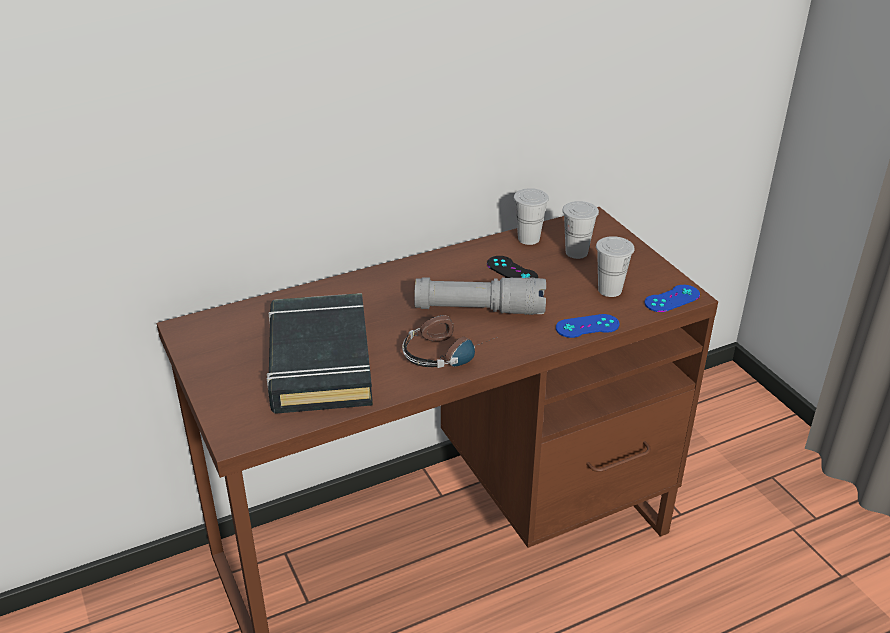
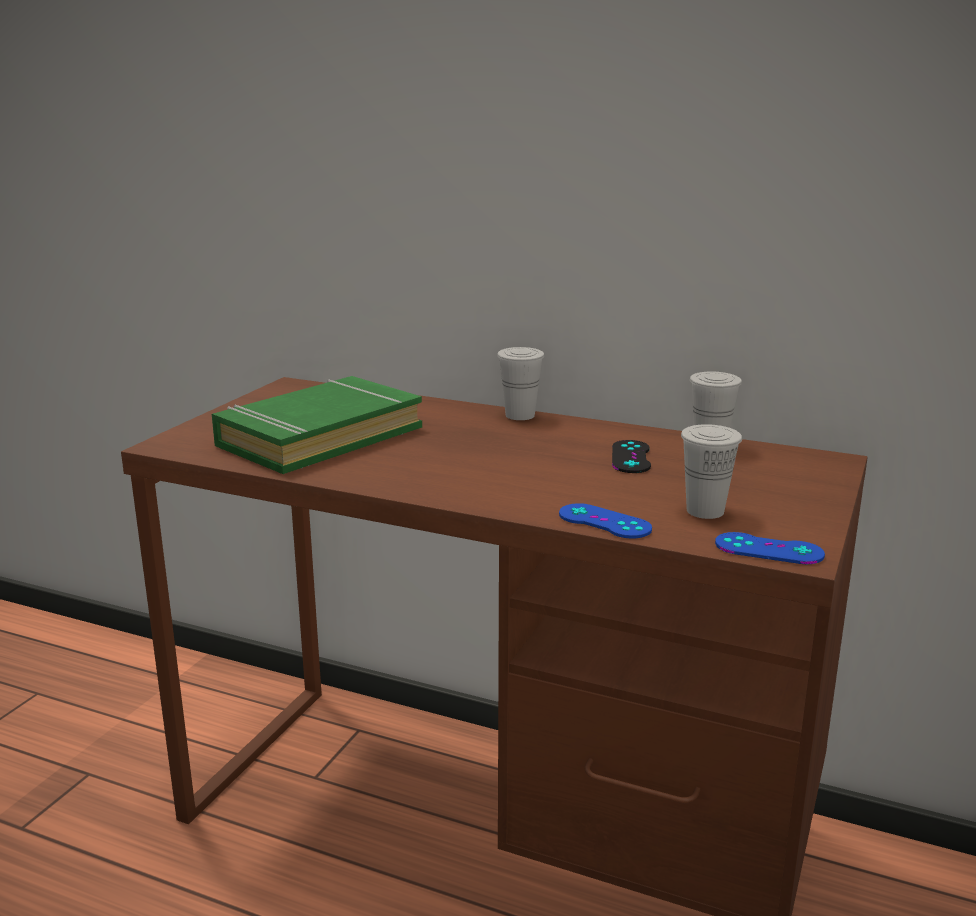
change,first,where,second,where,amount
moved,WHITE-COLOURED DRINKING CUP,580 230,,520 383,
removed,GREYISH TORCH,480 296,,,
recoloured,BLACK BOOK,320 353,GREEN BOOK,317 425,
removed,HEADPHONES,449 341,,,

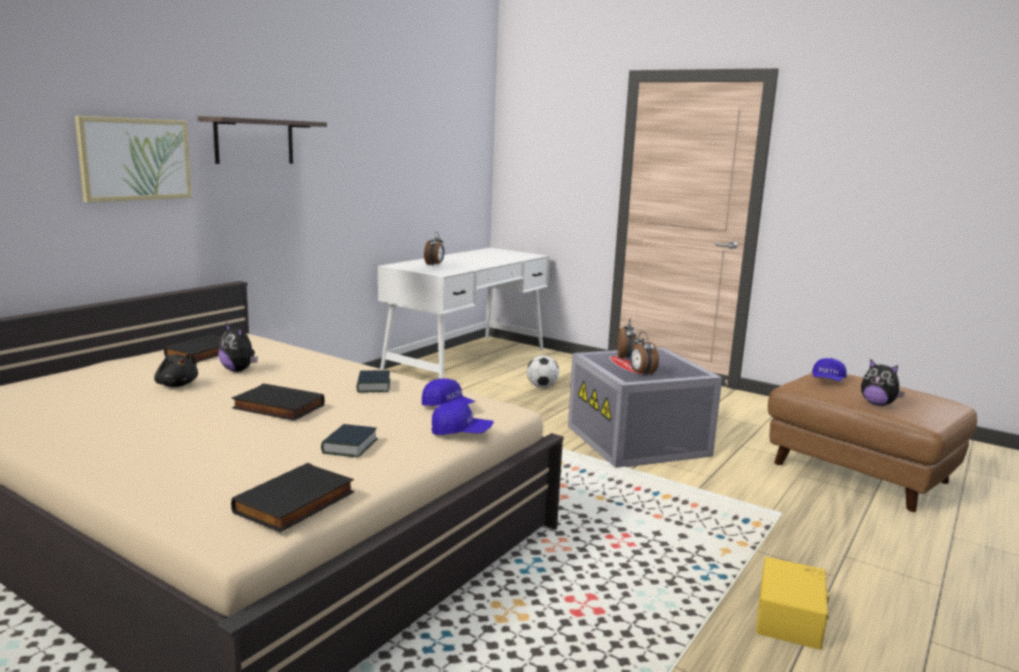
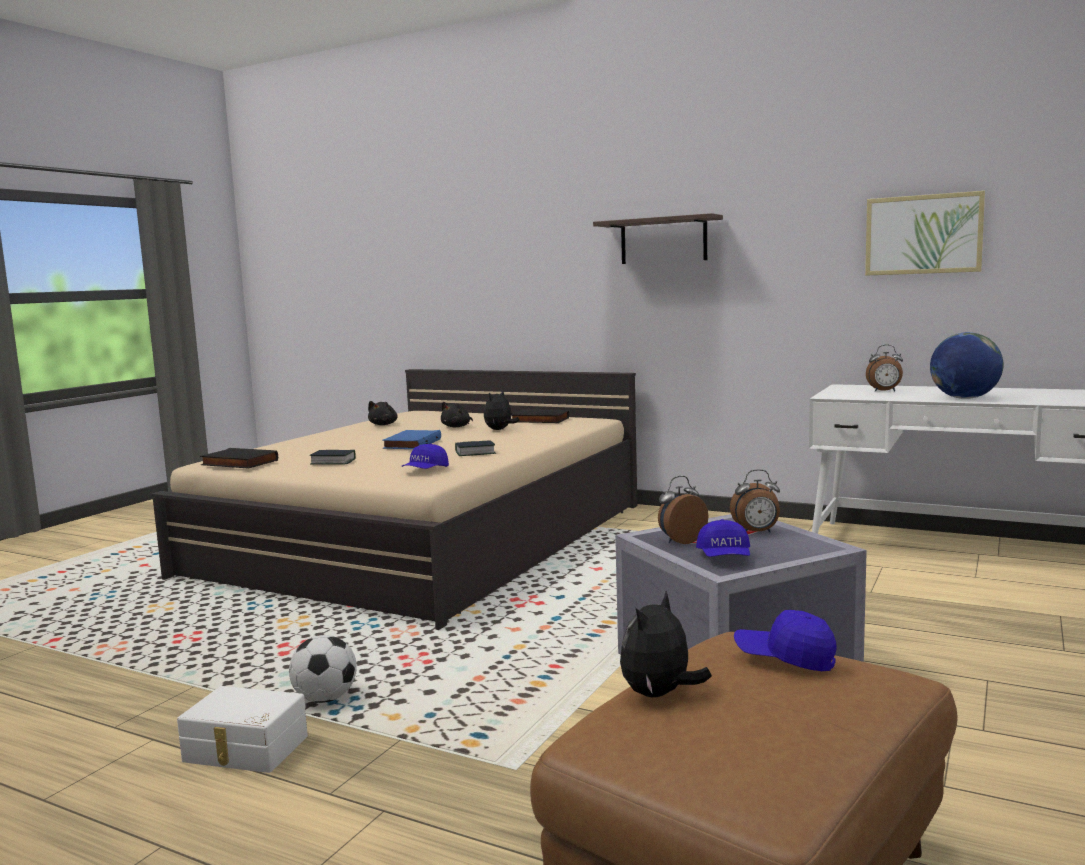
change,first,where,second,where,amount
moved,WALL PICTURE,133 159,,925 233,
moved,BALL FOR FOOTBALL,543 371,,323 669,
recoloured,BLACK BOOK,278 402,BLUISH BOOK,411 439,
moved,BLUISH CAP,463 418,,723 538,
recoloured,YELLOW-COLOURED STORAGE BOX,792 603,WHITE-COLOURED STORAGE BOX,242 729,
added,,,GLOBE,967 365,
added,,,BLACK CUDDLY TOY,383 413,

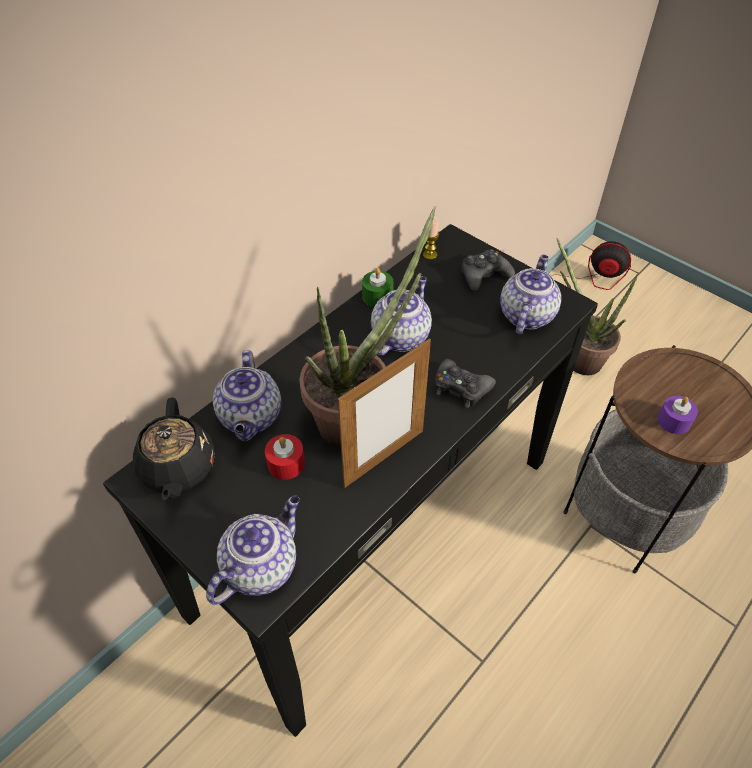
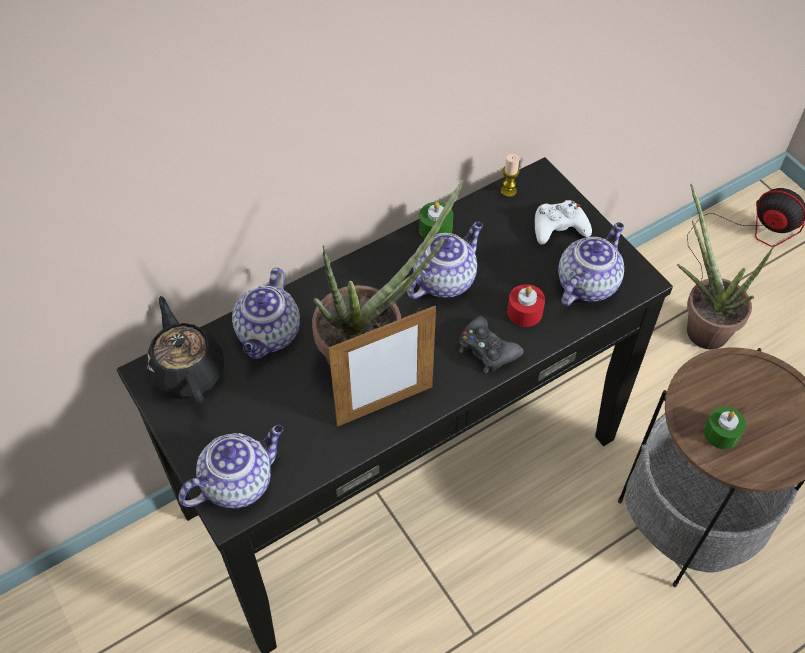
change,first,where,second,where,amount
recoloured,BLACK GAME CONTROLLER,488 270,WHITE-COLOURED GAME CONTROLLER,563 222,
recoloured,PURPLISH WAX CANDLE,678 415,GREEN WAX CANDLE,725 428,
turned,BLACK TEAPOT,174 448,,184 350,150 degrees clockwise
moved,RED WAX CANDLE,285 457,,526 305,

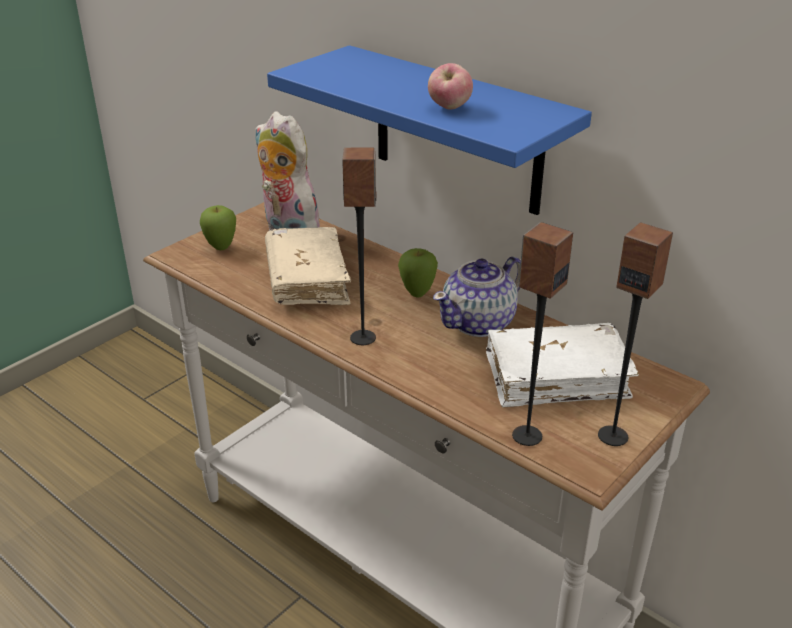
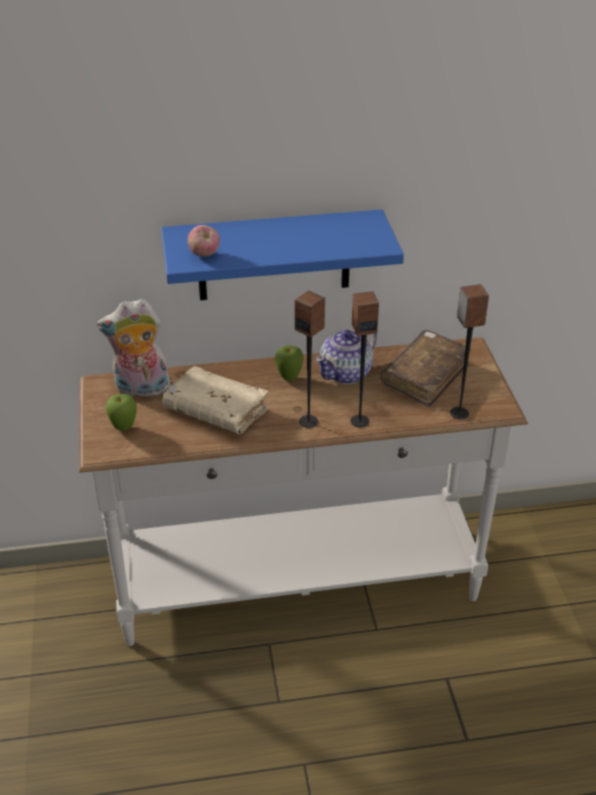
change,first,where,second,where,amount
moved,WHOLE APPLE,450 86,,204 241,
moved,AUDIO SPEAKER,635 334,,364 359,
turned,TEAPOT,477 296,,346 356,45 degrees clockwise
recoloured,WHITE-COLOURED BOOK,562 365,BROWN BOOK,426 369,

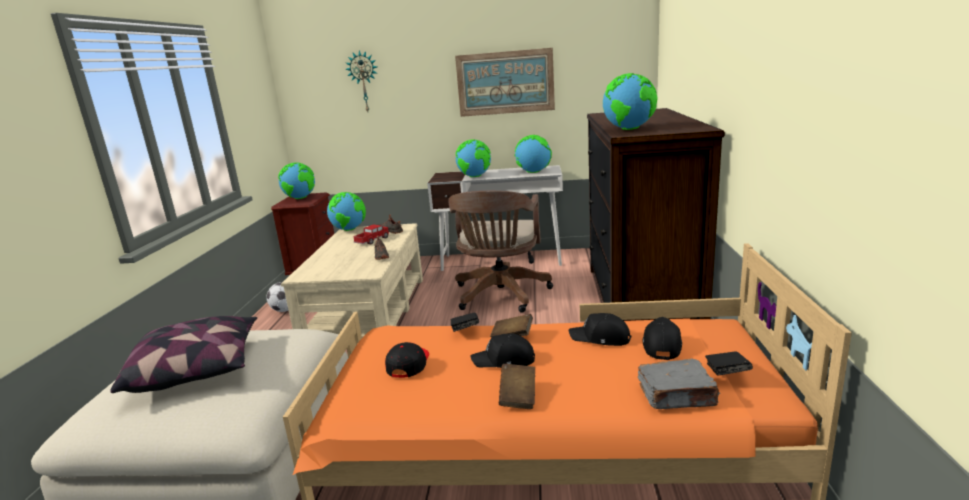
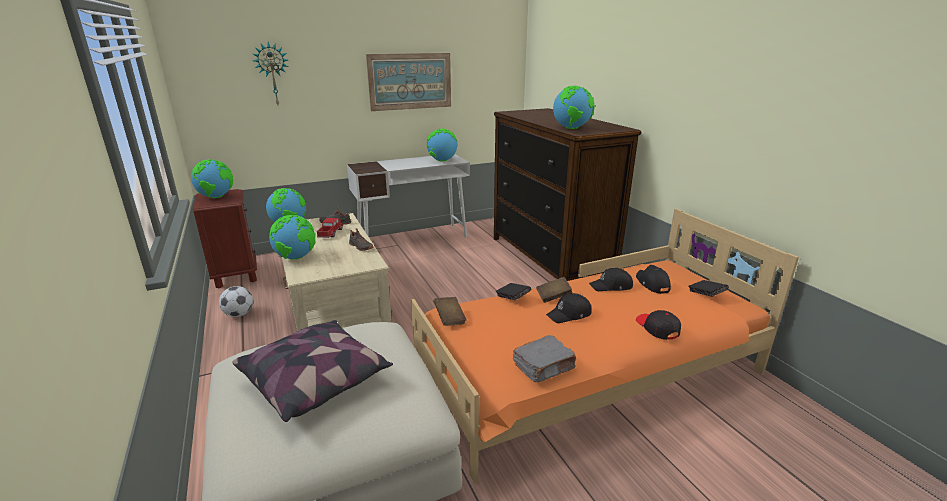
change,first,where,second,where,amount
moved,GLOBE,473 158,,292 237,
removed,BROWN COMPUTER CHAIR,500 252,,,
moved,BLACK CAP,407 360,,658 325,
moved,GREYISH BOOK,679 383,,544 358,
moved,BROWN BOOK,517 386,,450 311,

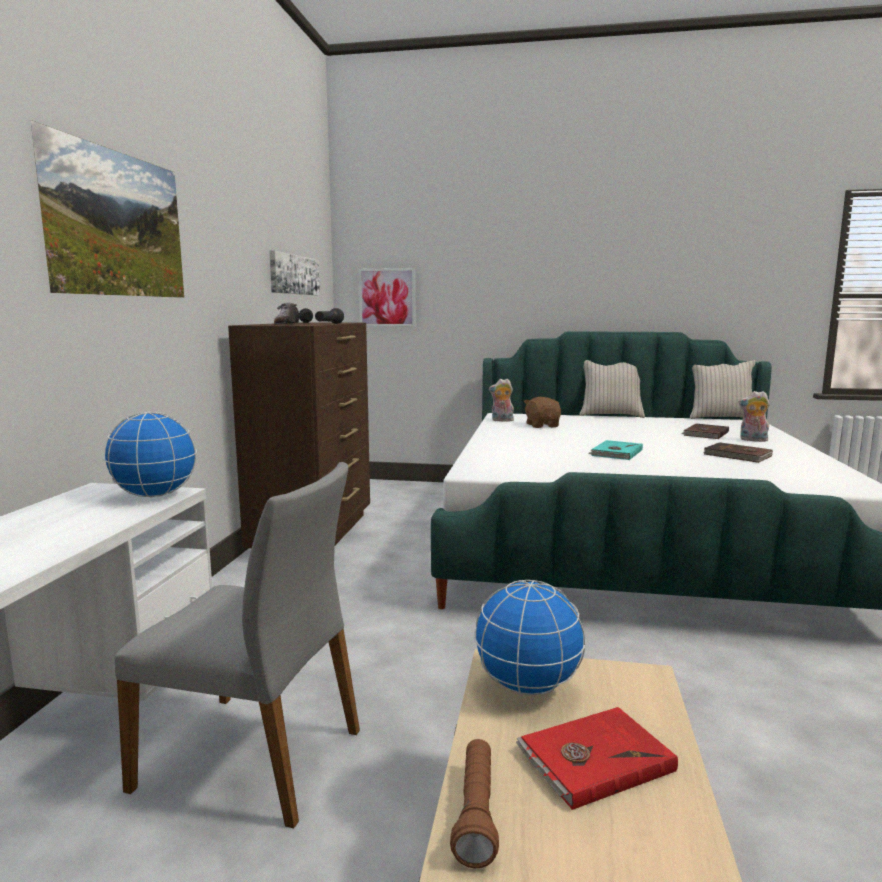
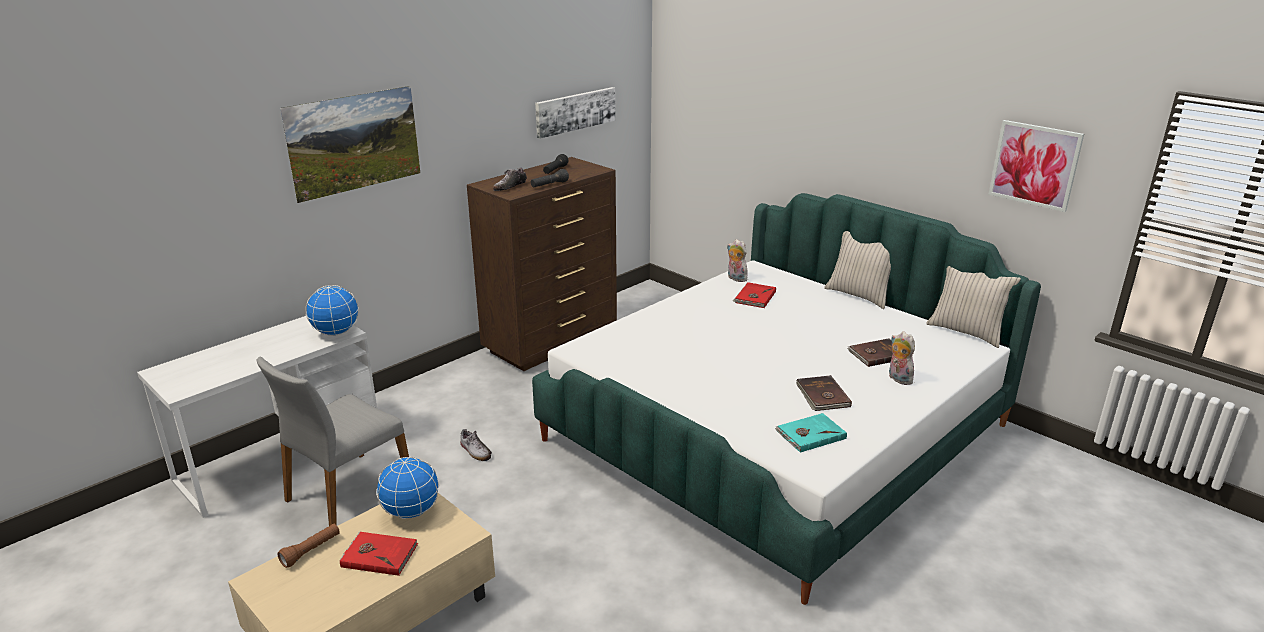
change,first,where,second,where,amount
moved,WALL PICTURE,387 297,,1036 166,
replaced,BROWN CUDDLY TOY,542 412,RED BOOK,754 295,
moved,BLUE-GREEN BOOK,615 450,,811 433,
turned,GREYISH PLAIN CHAIR,237 645,,333 441,75 degrees clockwise
added,,,ITEM OF FOOTWEAR,476 445,

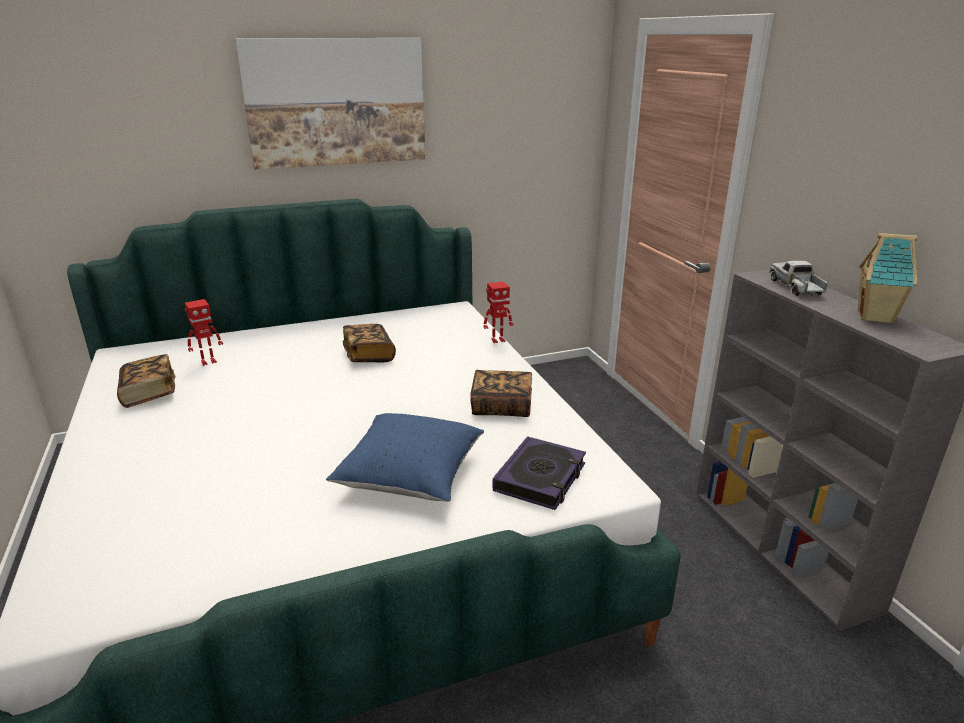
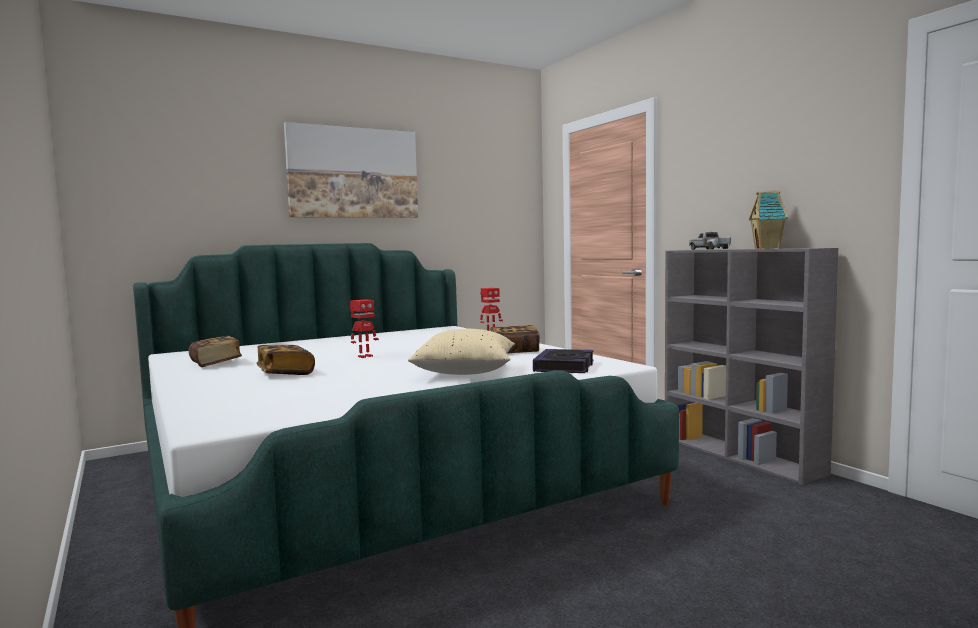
change,first,where,second,where,amount
moved,MODEL ROBOT,204 332,,364 328,
moved,BOOK,369 343,,286 360,
recoloured,BLUISH THROW PILLOW,405 457,SAND-COLOURED THROW PILLOW,461 352,

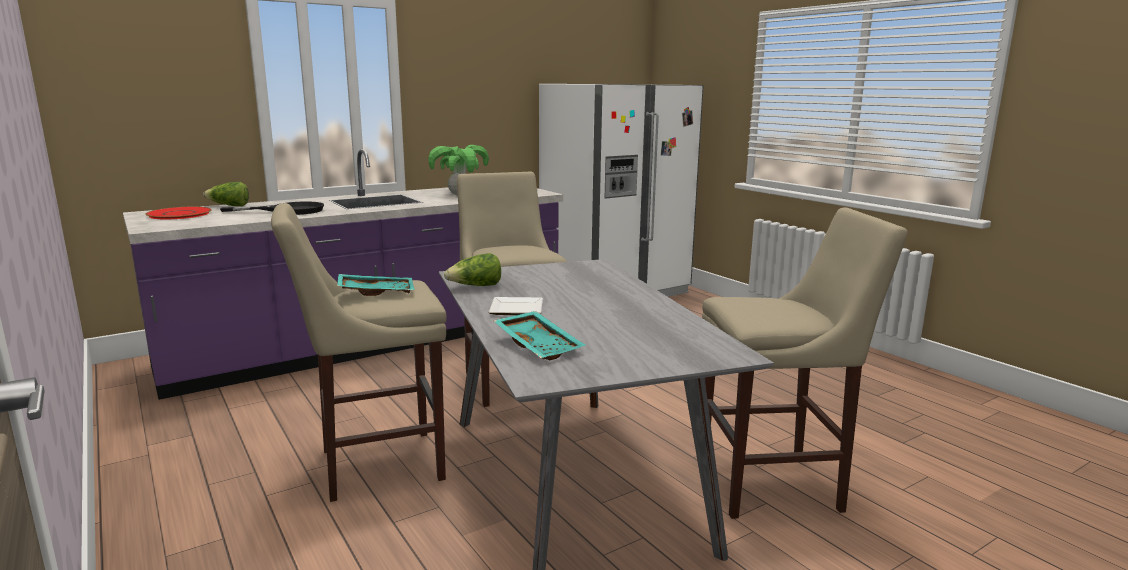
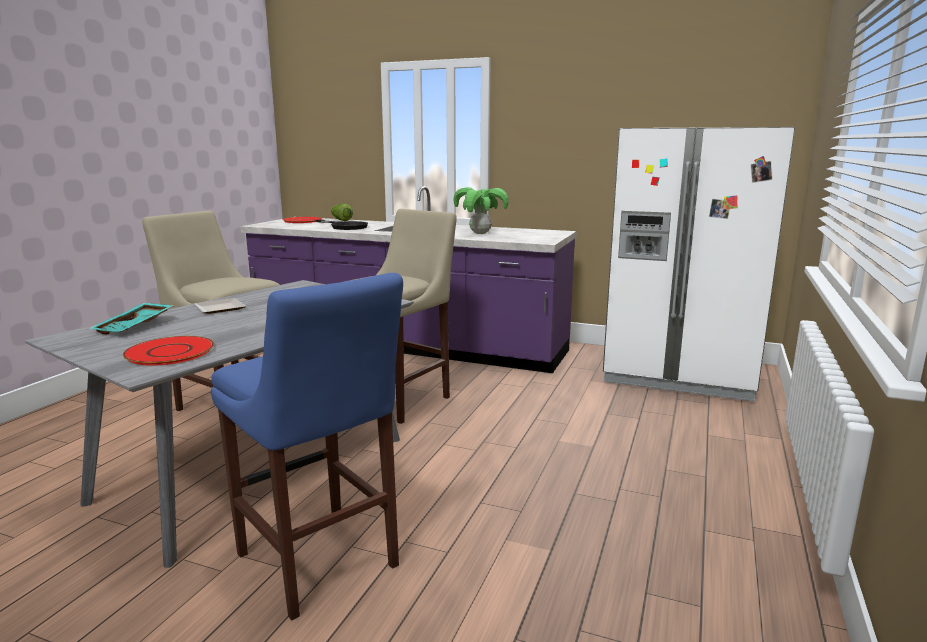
change,first,where,second,where,amount
recoloured,SAND-COLOURED STOOL SEAT,805 363,BLUISH STOOL SEAT,307 447,
removed,LETTUCE,472 269,,,
removed,BLUE-GREEN CARRYING TRAY,375 285,,,
added,,,RED PLATE,168 351,

